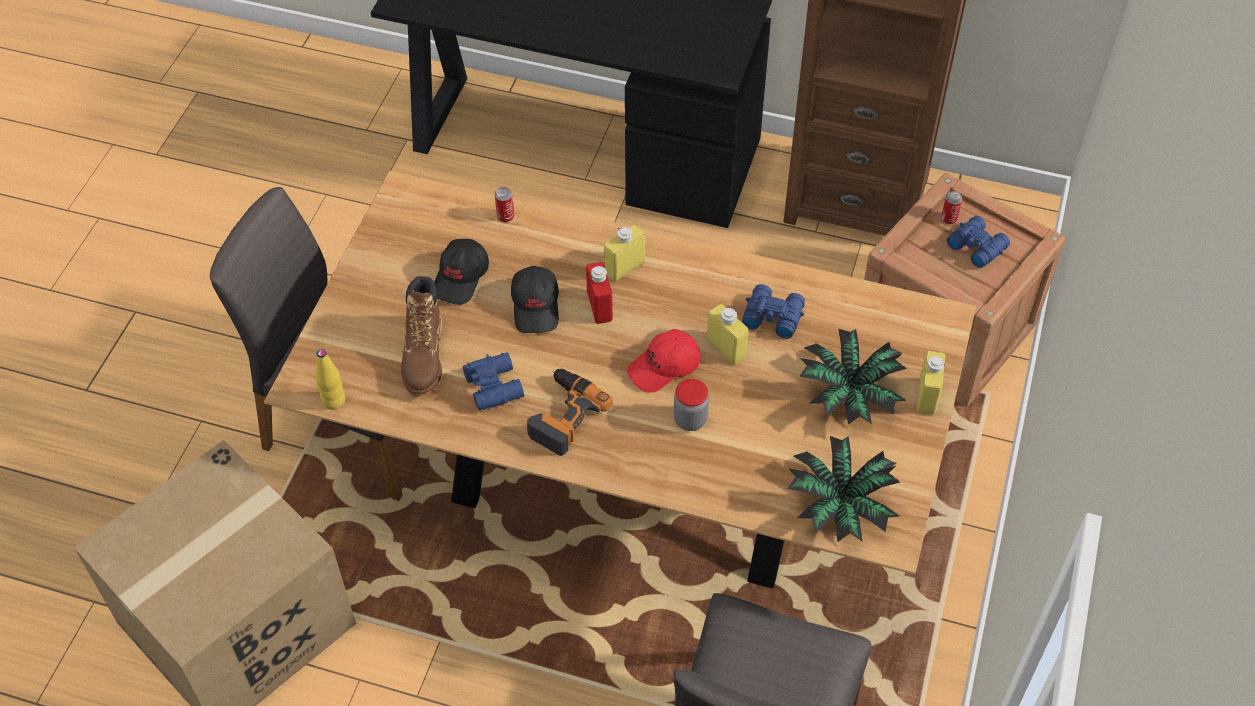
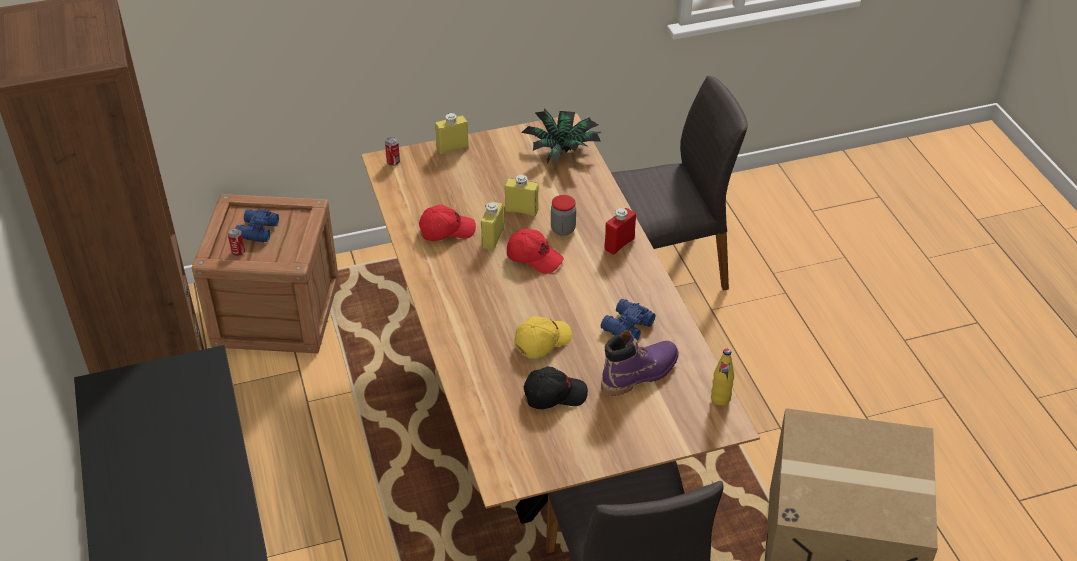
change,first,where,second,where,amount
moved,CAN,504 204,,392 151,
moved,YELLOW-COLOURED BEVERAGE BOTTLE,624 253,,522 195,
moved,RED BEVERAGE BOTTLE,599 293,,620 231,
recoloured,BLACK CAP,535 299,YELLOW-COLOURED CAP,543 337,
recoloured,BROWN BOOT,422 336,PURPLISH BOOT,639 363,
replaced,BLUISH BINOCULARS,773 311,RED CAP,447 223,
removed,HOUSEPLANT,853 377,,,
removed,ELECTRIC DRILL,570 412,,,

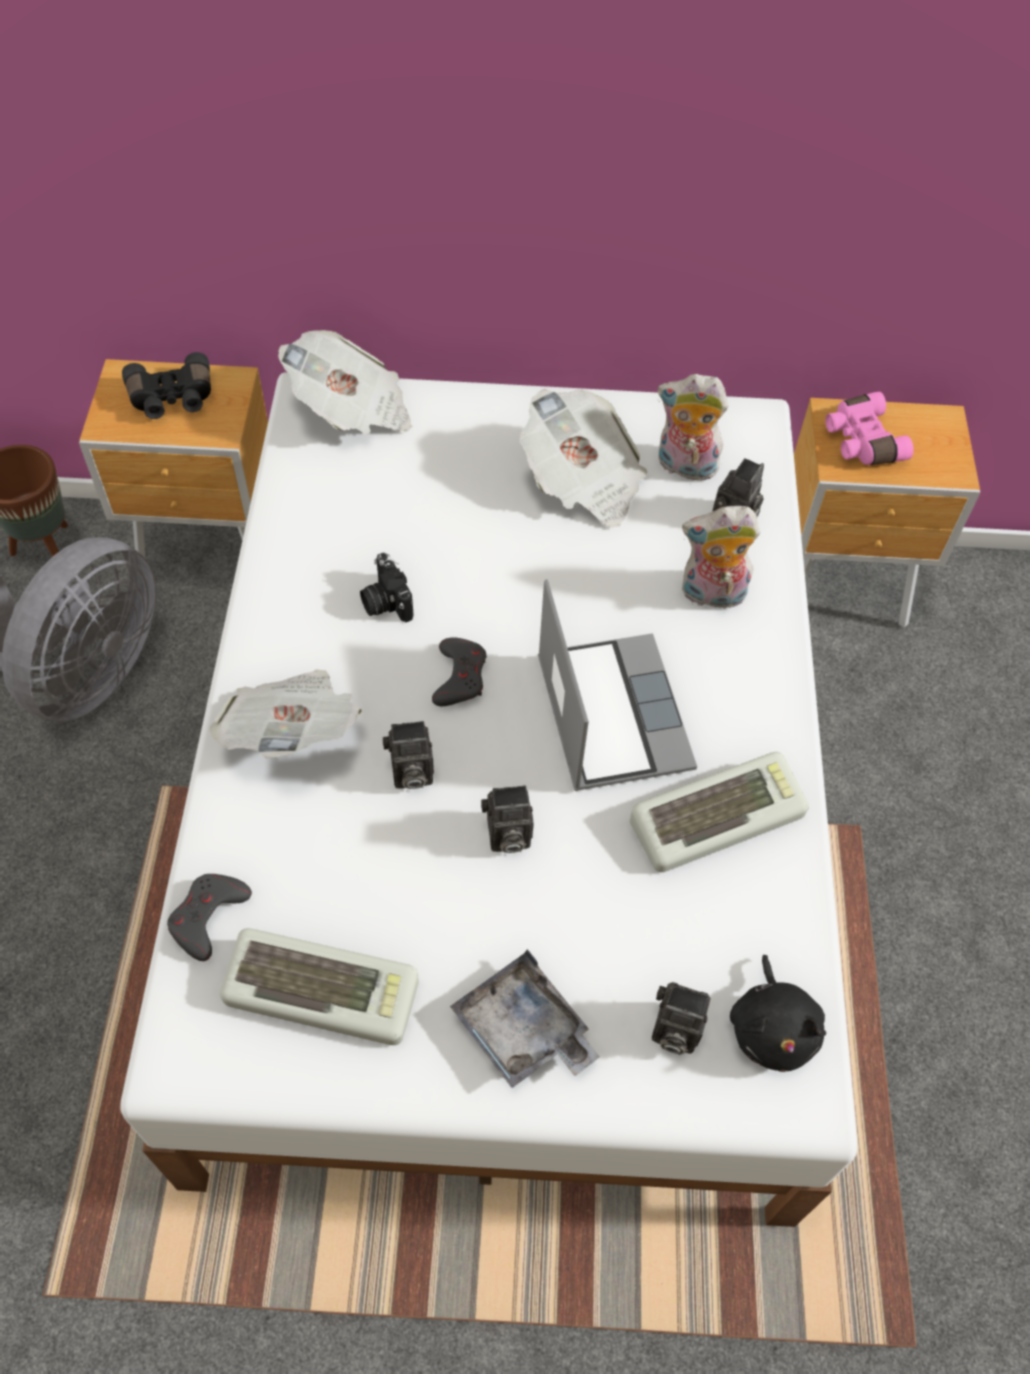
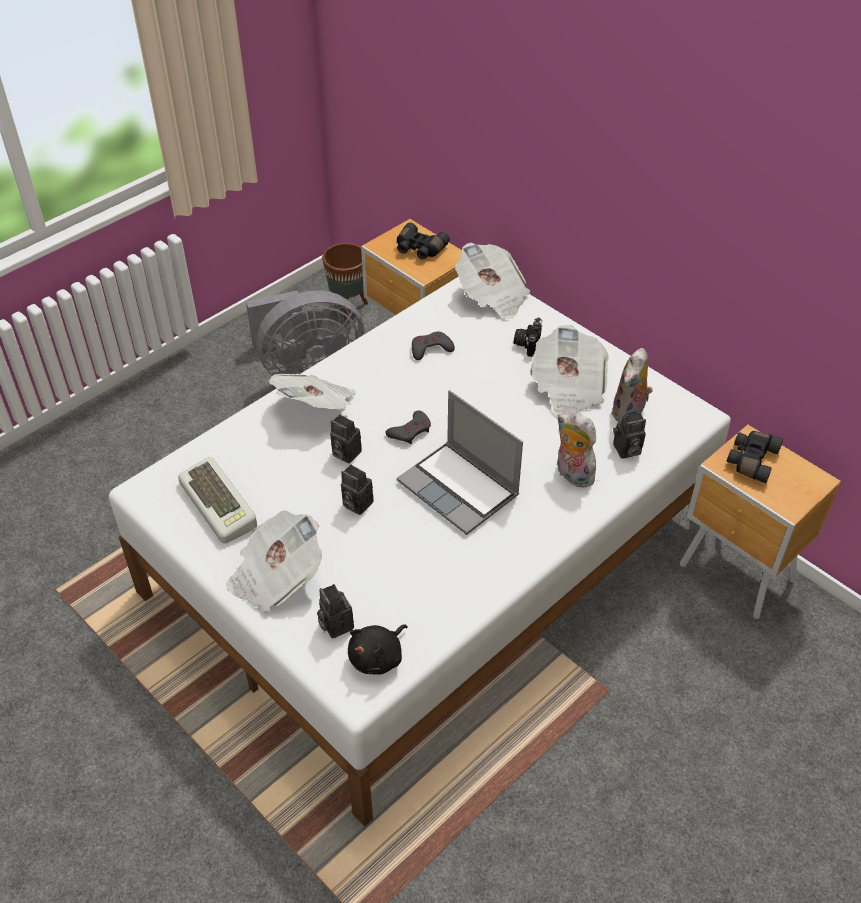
change,first,where,second,where,amount
turned,CUDDLY TOY,693 427,,632 385,120 degrees counterclockwise
recoloured,PINKISH BINOCULARS,869 428,BLACK BINOCULARS,755 457,
moved,STILL CAMERA,387 587,,528 337,
turned,PORTABLE COMPUTER,617 685,,460 462,105 degrees clockwise
removed,PC KEYBOARD,719 812,,,
moved,GREYISH GAME CONTROLLER,209 917,,433 346,
replaced,GREYISH CARRYING TRAY,525 1018,DAILY PAPER,274 561,

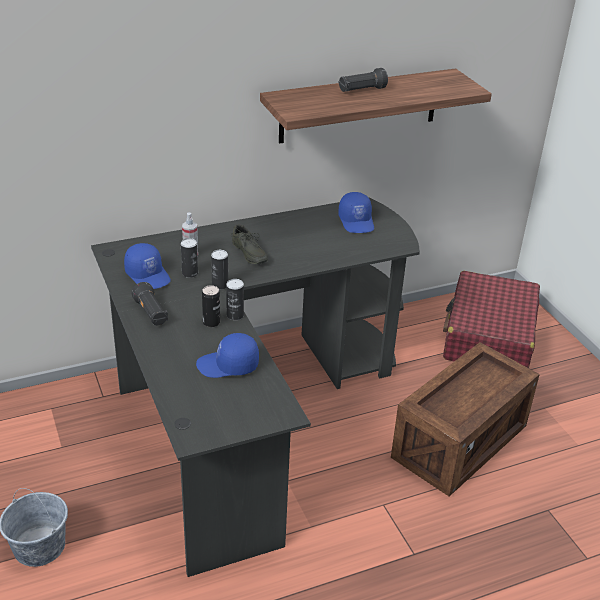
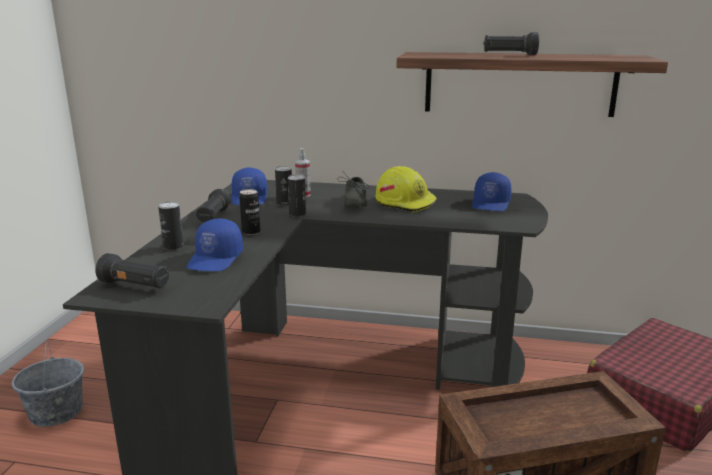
change,first,where,second,where,amount
moved,CAN,235 299,,170 225,
turned,BLUISH CAP,227 355,,215 245,105 degrees counterclockwise
added,,,YELLOW-COLOURED WORK HELMET,406 189,
added,,,BLACK TORCH,132 270,

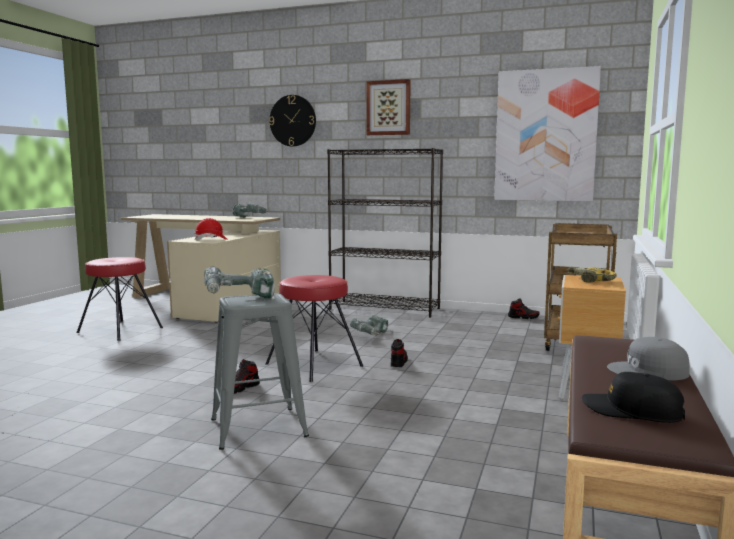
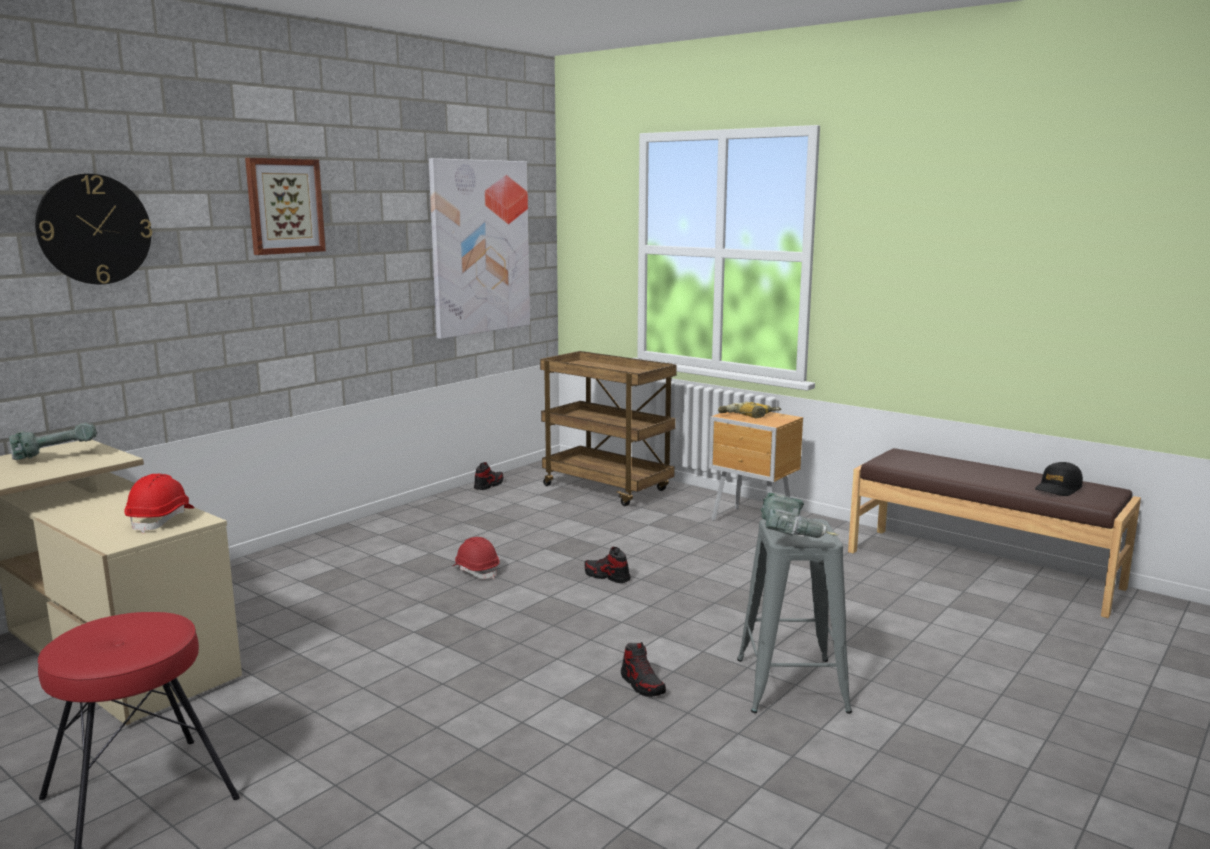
change,first,where,second,where,amount
removed,BLACK BOOKSHELF,385 233,,,
removed,RED STOOL SEAT,314 328,,,
replaced,ELECTRIC DRILL,371 325,RED WORK HELMET,476 558,
removed,GREYISH CAP,648 359,,,

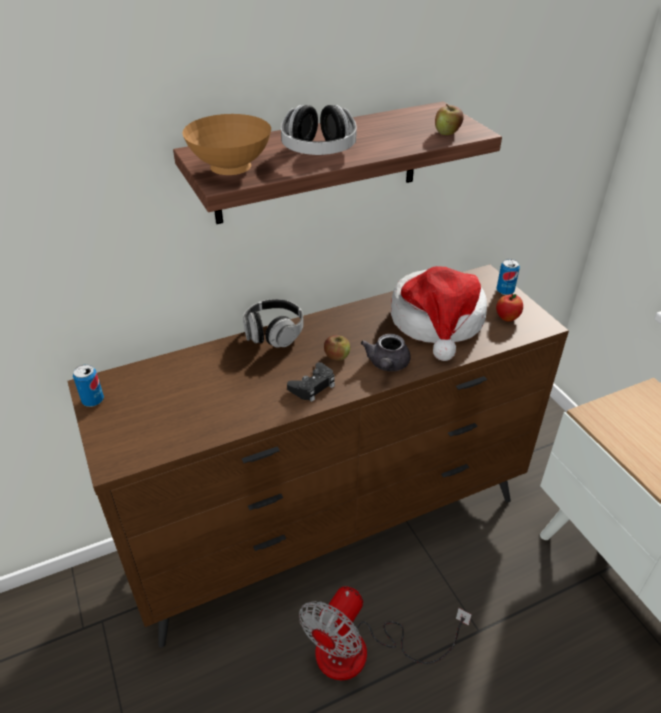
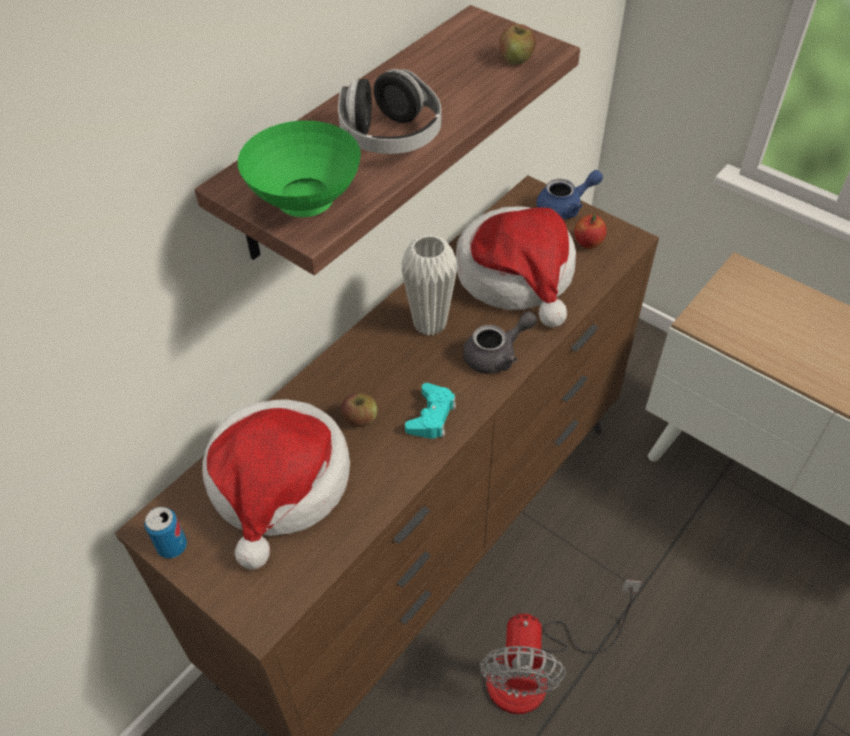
change,first,where,second,where,amount
recoloured,BROWN DEEP DISH,226 144,GREEN DEEP DISH,299 168,
replaced,CAN,508 277,BLUISH TEAPOT,569 195,
removed,HEADPHONES,273 323,,,
turned,GREYISH TEAPOT,386 352,,500 342,105 degrees counterclockwise
moved,WHOLE APPLE,337 348,,359 410,
recoloured,BLACK GAME CONTROLLER,311 382,BLUE-GREEN GAME CONTROLLER,430 411,
added,,,WHITE-COLOURED FLOWER VASE,429 285,
added,,,WEARABLE HAT,276 484,

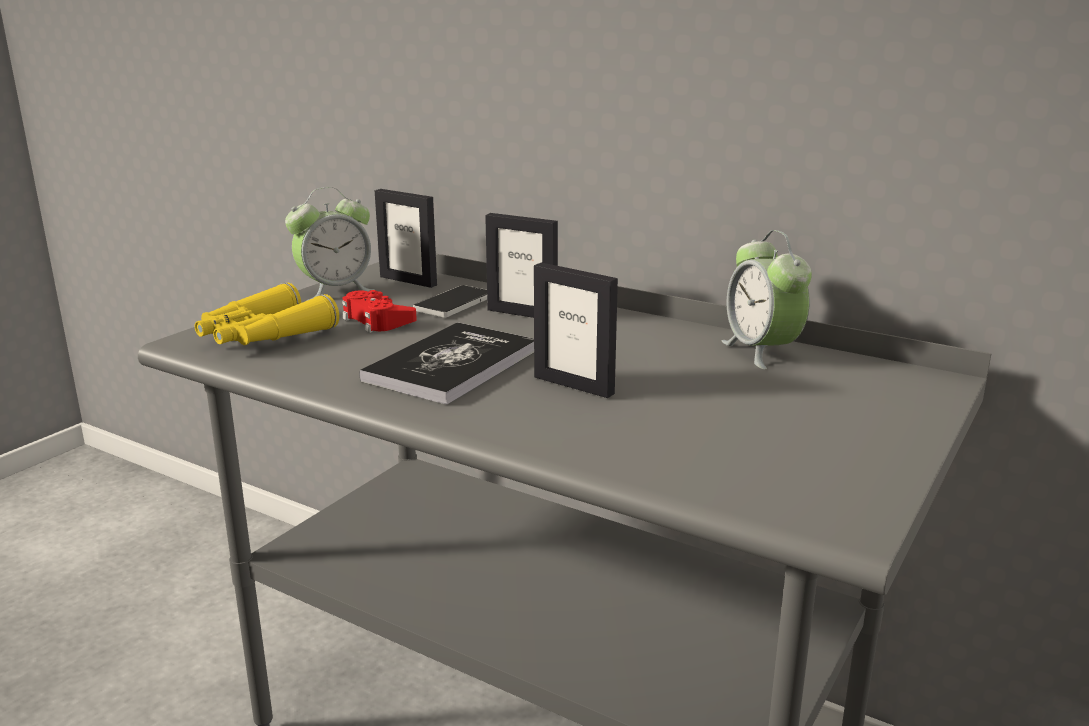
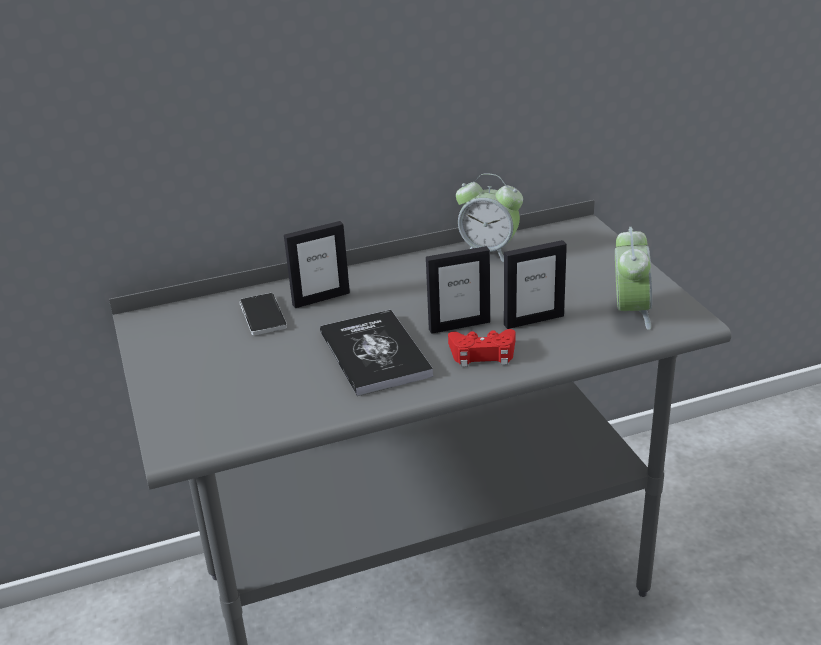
change,first,where,second,where,amount
moved,BEDSIDE CLOCK,330 244,,633 278,
moved,PICTURE FRAME,406 238,,535 284,
removed,YELLOW-COLOURED BINOCULARS,267 314,,,
moved,RED GAME CONTROLLER,379 311,,482 348,

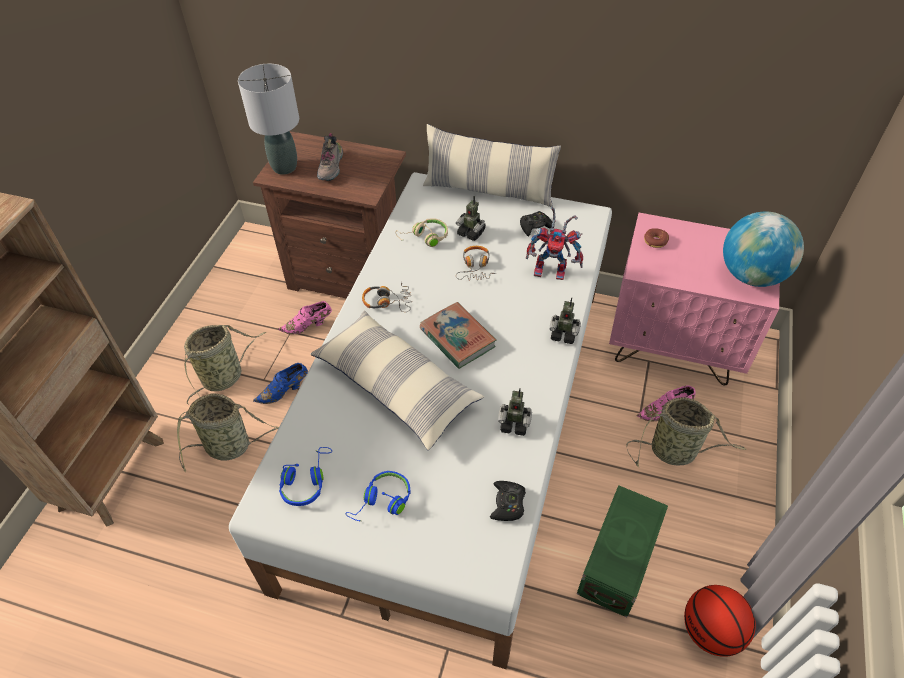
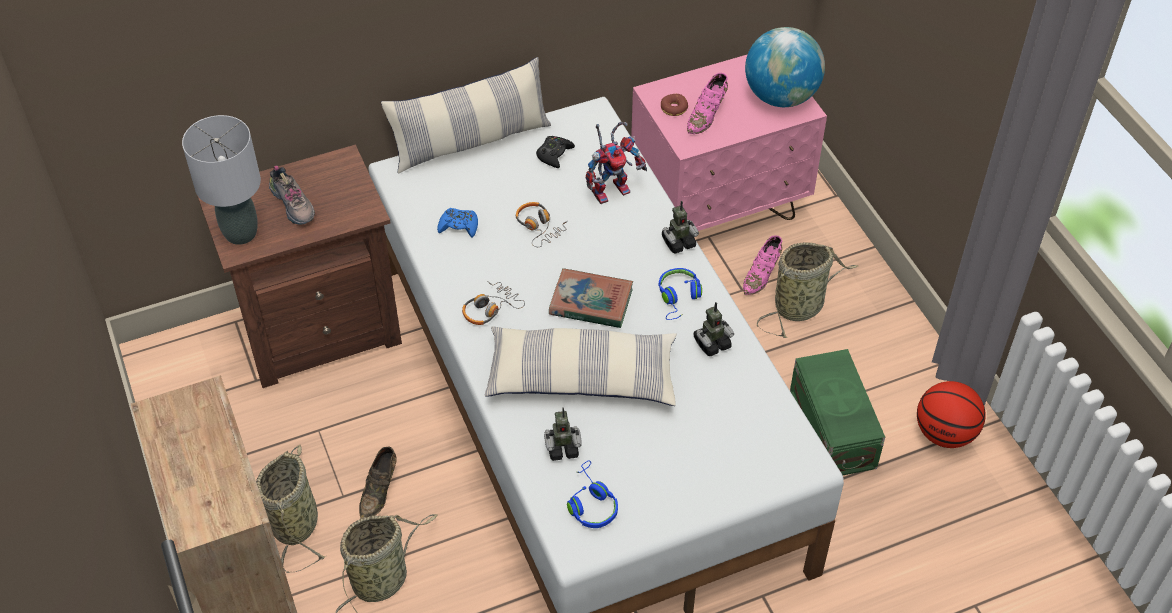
change,first,where,second,where,amount
moved,MODEL ROBOT,471 218,,563 434,
replaced,SAND-COLOURED HEADPHONES,421 232,BLUISH GAME CONTROLLER,457 223,
moved,PINKISH ITEM OF FOOTWEAR,305 318,,707 103,
recoloured,BLUISH ITEM OF FOOTWEAR,280 383,BROWN ITEM OF FOOTWEAR,378 483,
moved,BLUISH HEADPHONES,378 496,,680 294,
removed,BLACK GAME CONTROLLER,508 501,,,

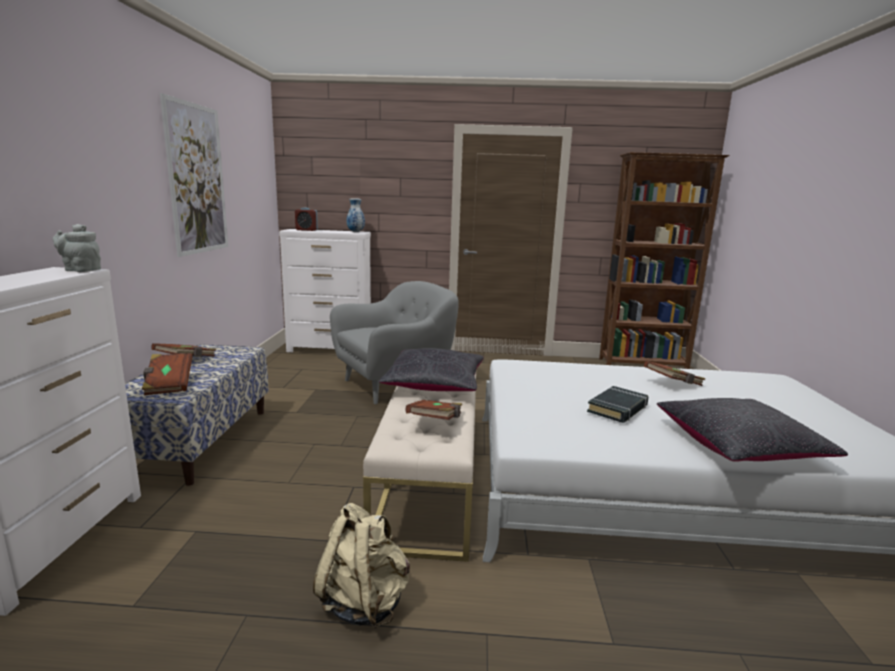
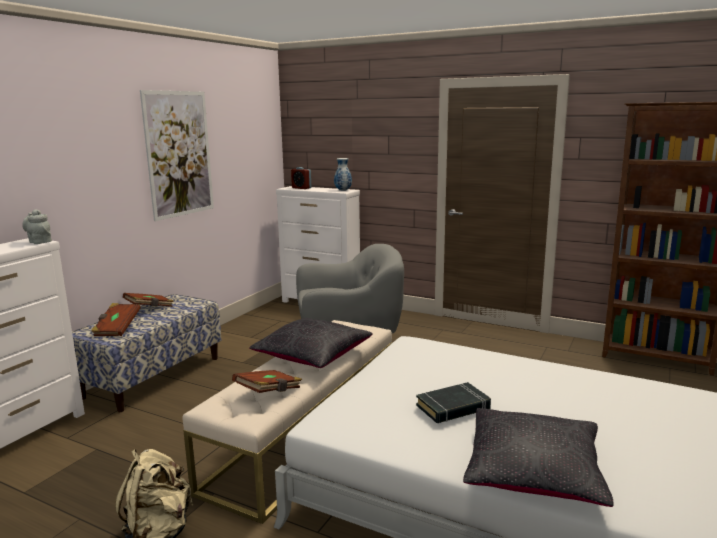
change,first,where,second,where,amount
removed,BROWN BOOK,675 373,,,

